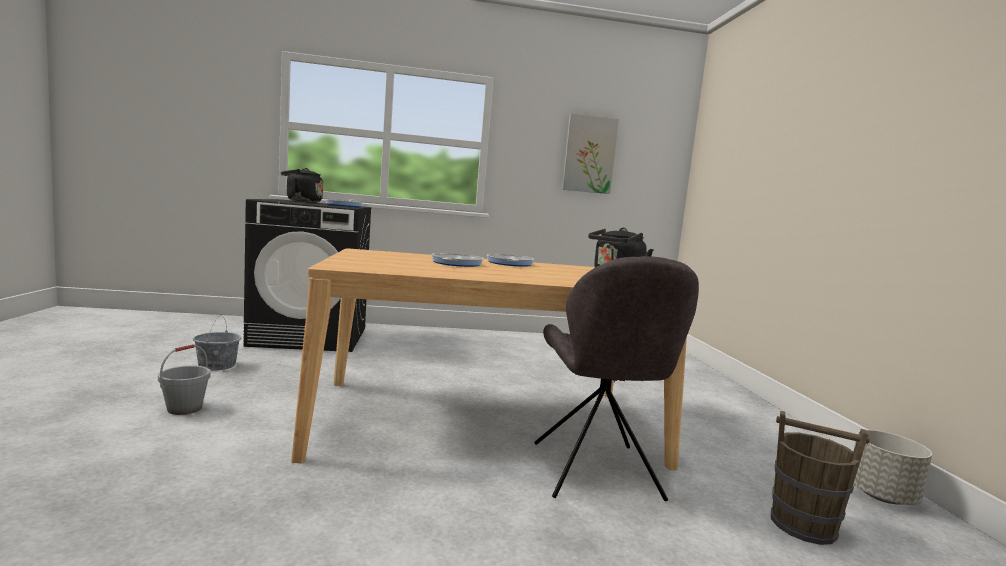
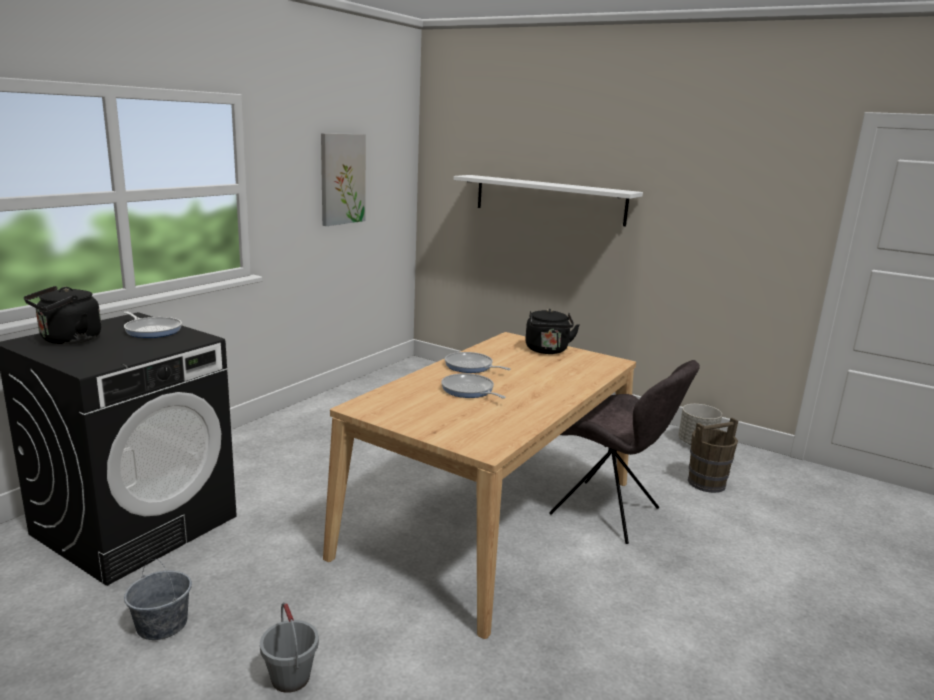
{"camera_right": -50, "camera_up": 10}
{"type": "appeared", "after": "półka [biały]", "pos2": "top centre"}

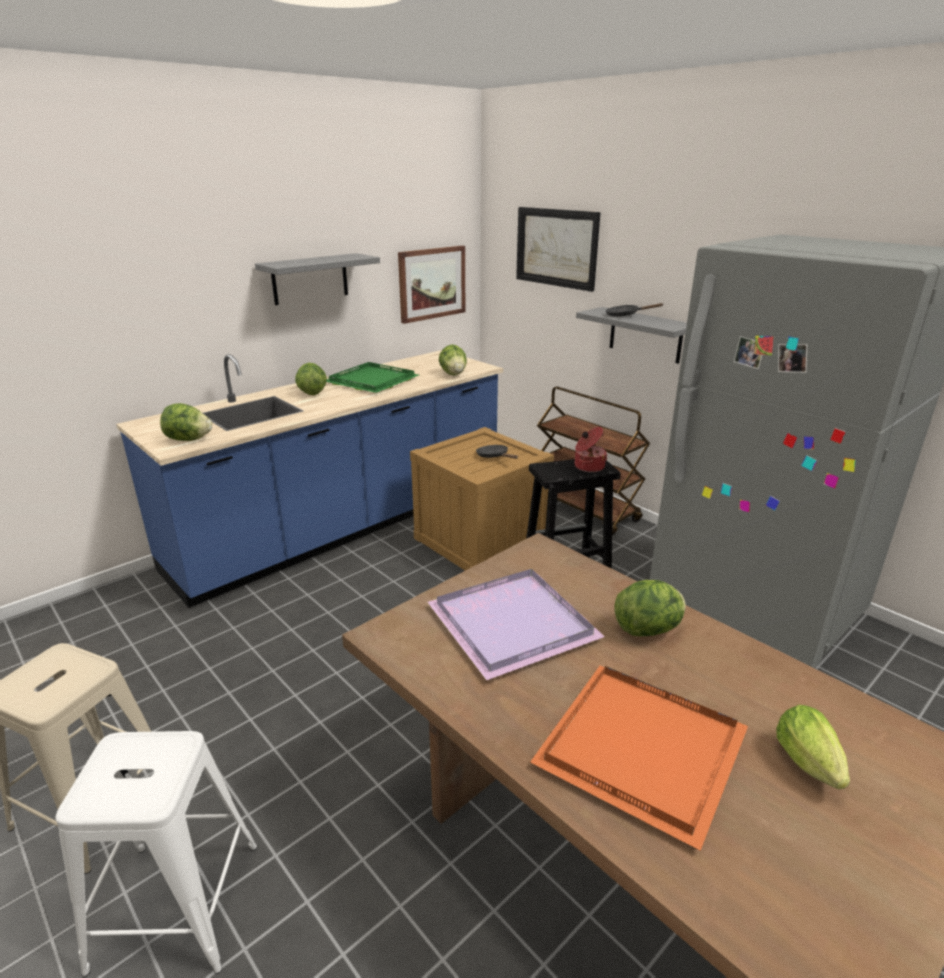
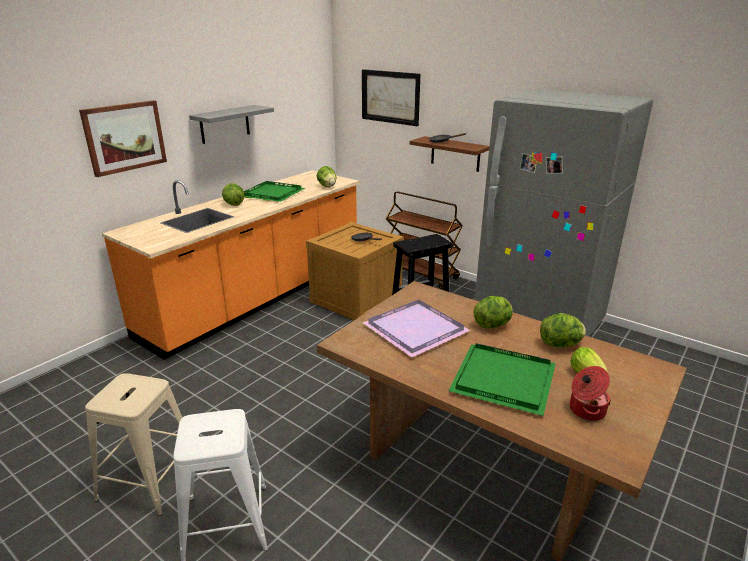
{"camera_right": -10, "camera_up": 0}
{"type": "relocated", "before": "obraz (no. 1 from left)", "pos1": "top centre", "pos2": "top left"}
{"type": "colour", "before": "półka [szary] (no. 2 from left)", "after": "półka [brązowy]", "pos1": "middle right", "pos2": "top centre"}
{"type": "colour", "before": "zabudowa kuchenna [niebieski]", "after": "zabudowa kuchenna [pomarańczowy]", "pos1": "middle left", "pos2": "middle left"}
{"type": "relocated", "before": "sałata (no. 1 from left in the first image)", "after": "sałata (no. 4 from left)", "pos1": "middle left", "pos2": "middle right"}
{"type": "relocated", "before": "garnek", "pos1": "centre", "pos2": "bottom right"}
{"type": "colour", "before": "taca [pomarańczowy]", "after": "taca [zielony] (no. 2 from left)", "pos1": "bottom right", "pos2": "bottom right"}

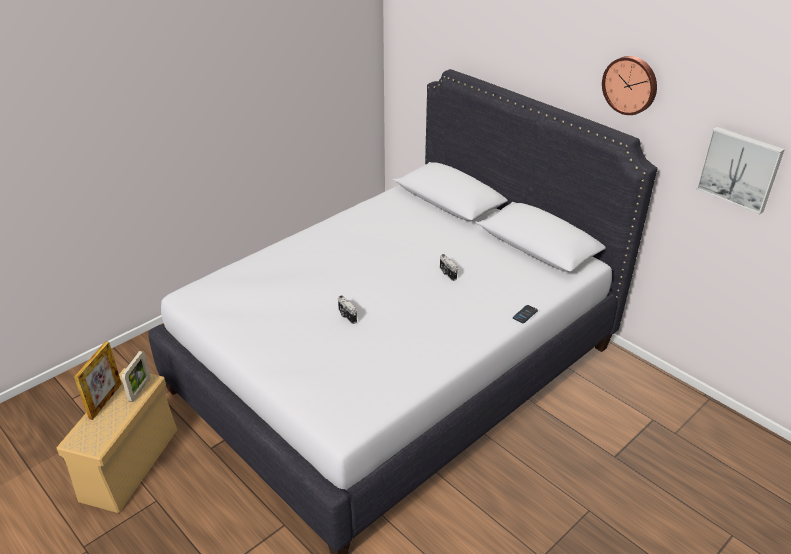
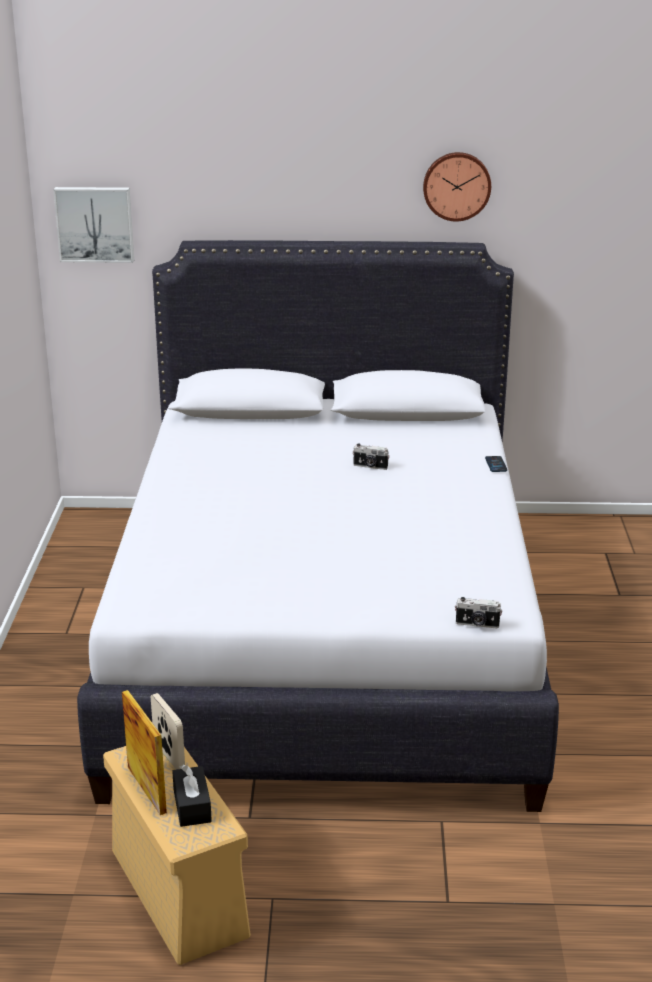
{"camera_right": -45, "camera_up": -10}
{"type": "relocated", "before": "obraz", "pos1": "top right", "pos2": "top left"}
{"type": "relocated", "before": "aparat fotograficzny (no. 1 from left in the first image)", "after": "aparat fotograficzny (no. 2 from left)", "pos1": "centre", "pos2": "middle right"}
{"type": "appeared", "after": "pudełko chusteczek [czarny]", "pos2": "bottom left"}

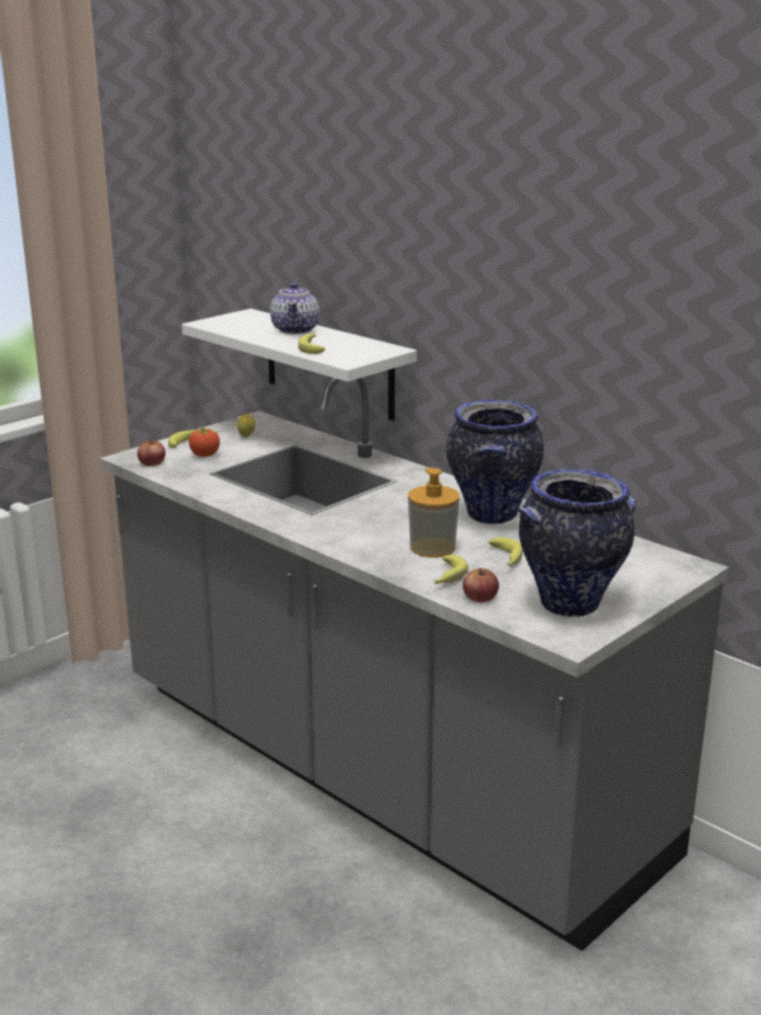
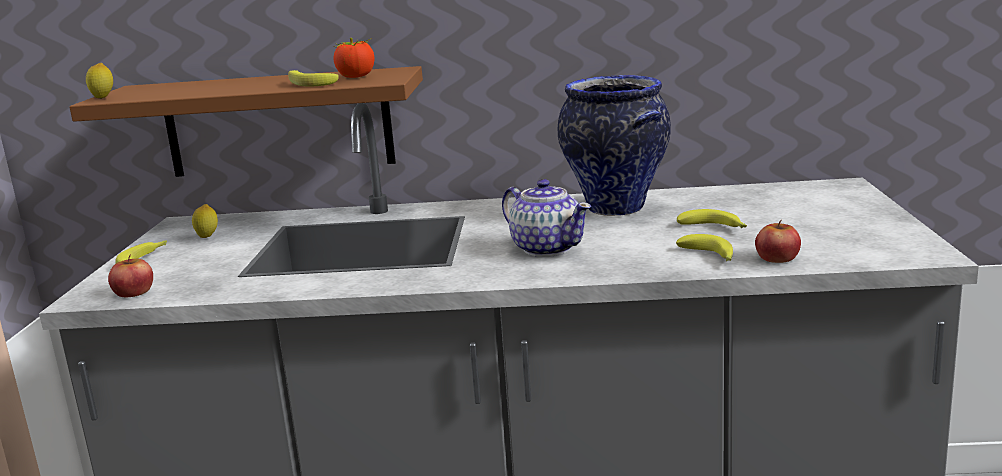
{"camera_right": -40, "camera_up": -5}
{"type": "relocated", "before": "imbryk", "pos1": "top centre", "pos2": "centre"}
{"type": "colour", "before": "półka [biały]", "after": "półka [brązowy]", "pos1": "centre", "pos2": "top left"}
{"type": "relocated", "before": "pomidor", "pos1": "middle left", "pos2": "top centre"}
{"type": "missing", "before": "dozownik mydła", "pos1": "centre"}
{"type": "missing", "before": "wazon (no. 2 from left)", "pos1": "middle right"}
{"type": "appeared", "after": "cytryna (no. 1 from left)", "pos2": "top left"}

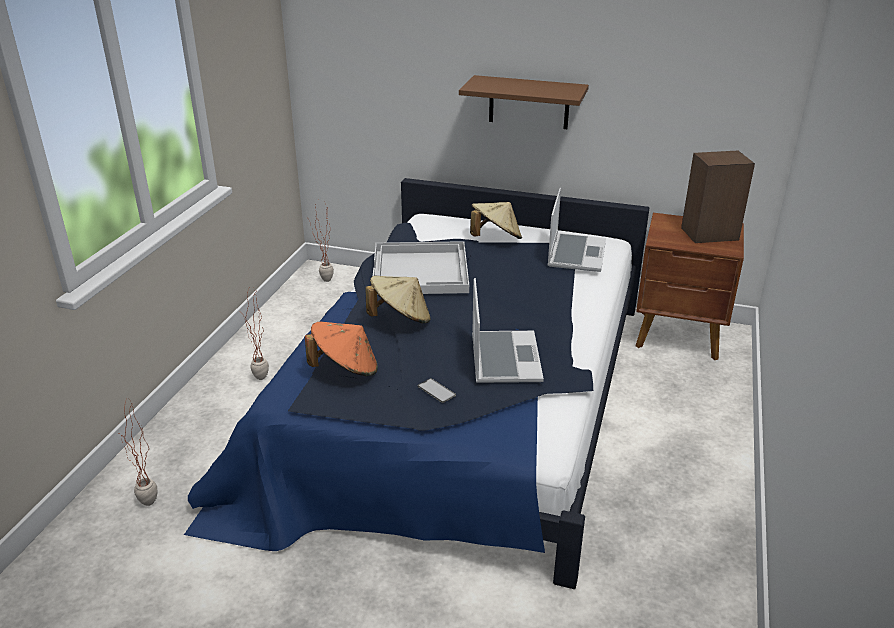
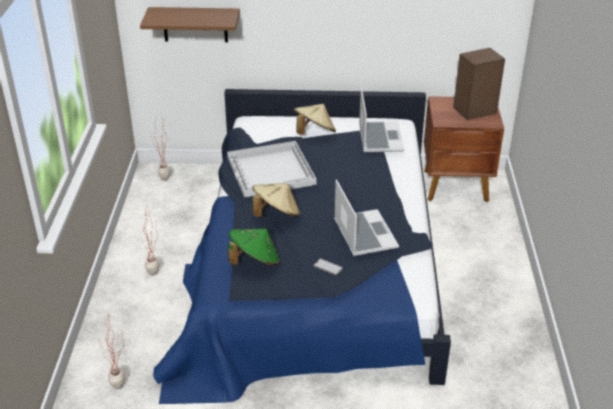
{"camera_right": -15, "camera_up": 5}
{"type": "relocated", "before": "półka [brązowy]", "pos1": "top centre", "pos2": "top left"}
{"type": "colour", "before": "kapelusz [pomarańczowy]", "after": "kapelusz [zielony]", "pos1": "centre", "pos2": "centre"}

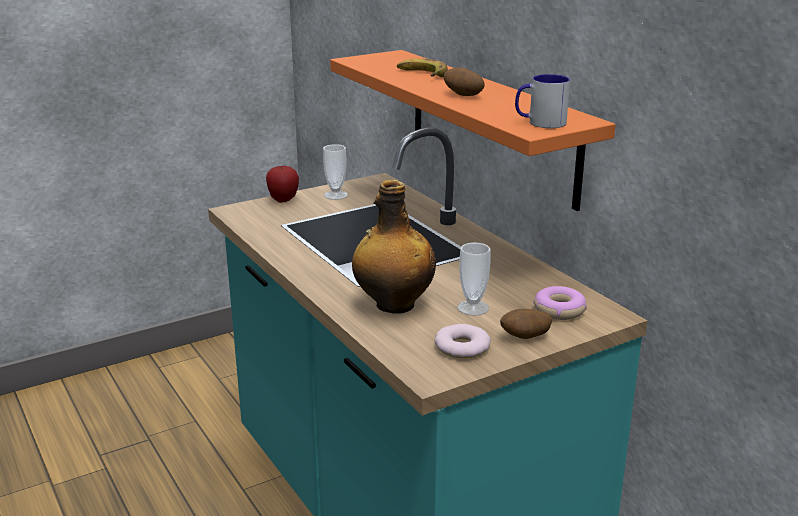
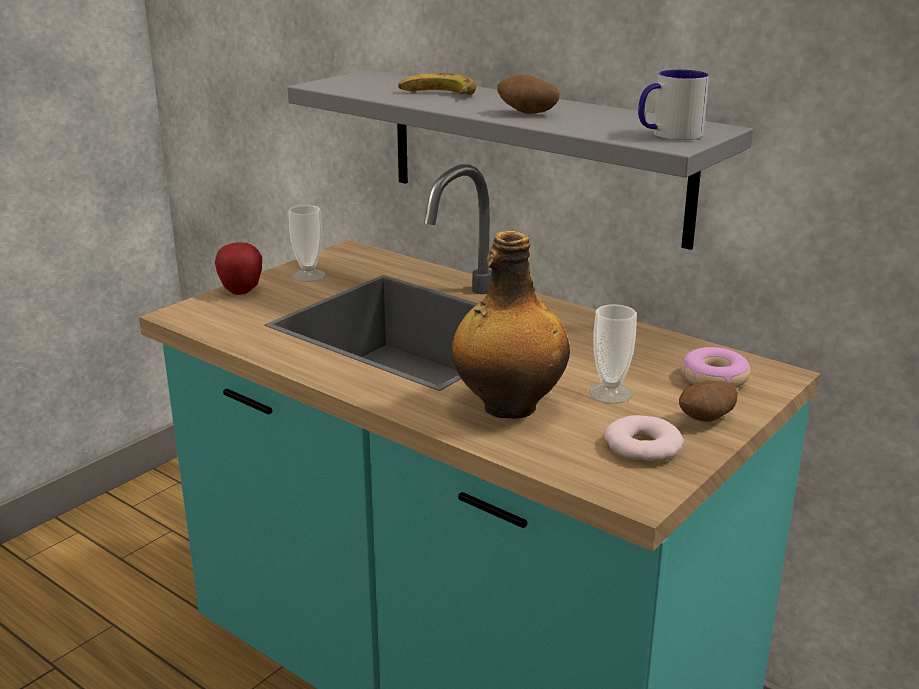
{"camera_right": -20, "camera_up": 0}
{"type": "colour", "before": "półka [pomarańczowy]", "after": "półka [szary]", "pos1": "top centre", "pos2": "top centre"}

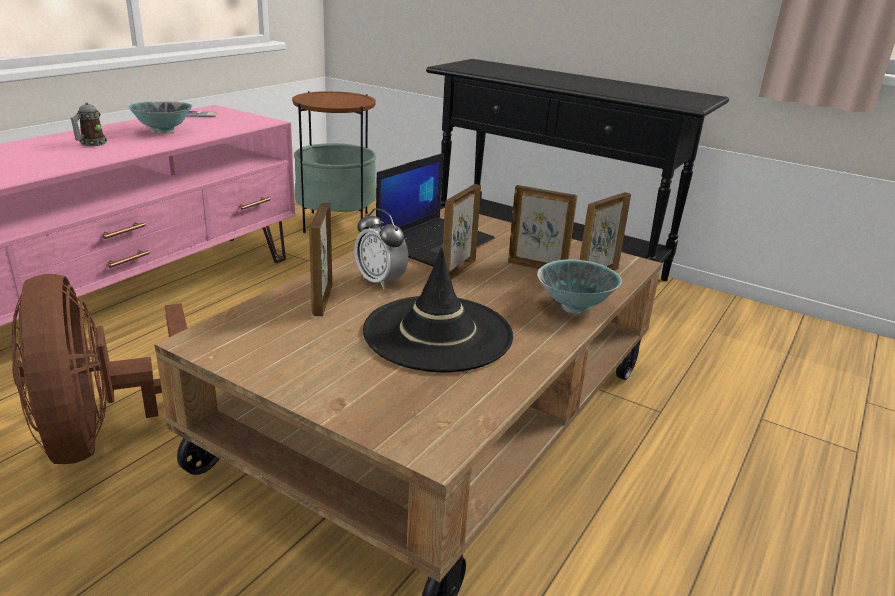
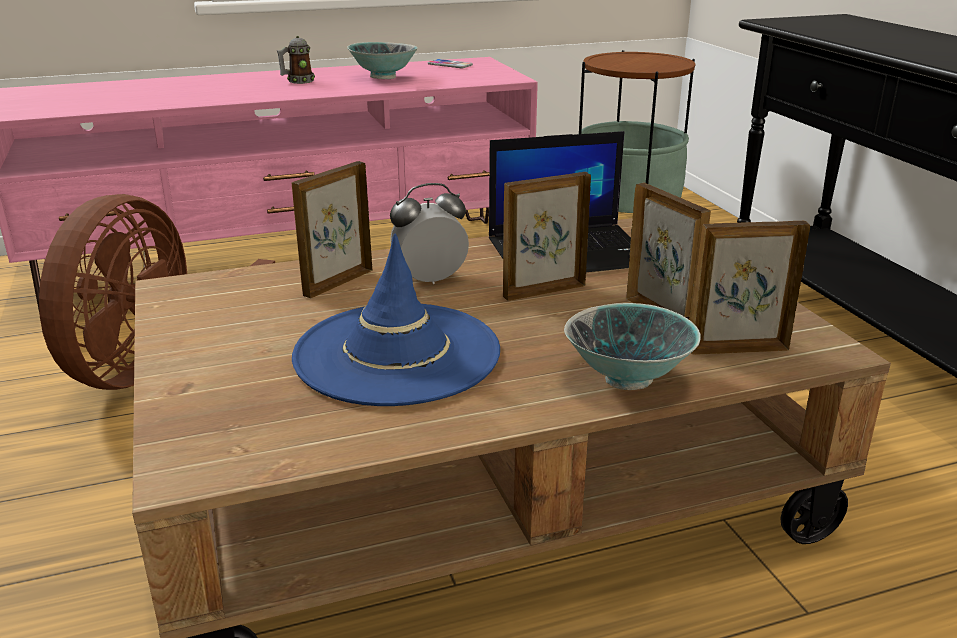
{"camera_right": 40, "camera_up": 0}
{"type": "spun", "before": "budzik", "pos1": "centre", "pos2": "centre", "turn": 75}
{"type": "colour", "before": "kapelusz [czarny]", "after": "kapelusz [niebieski]", "pos1": "centre", "pos2": "centre"}

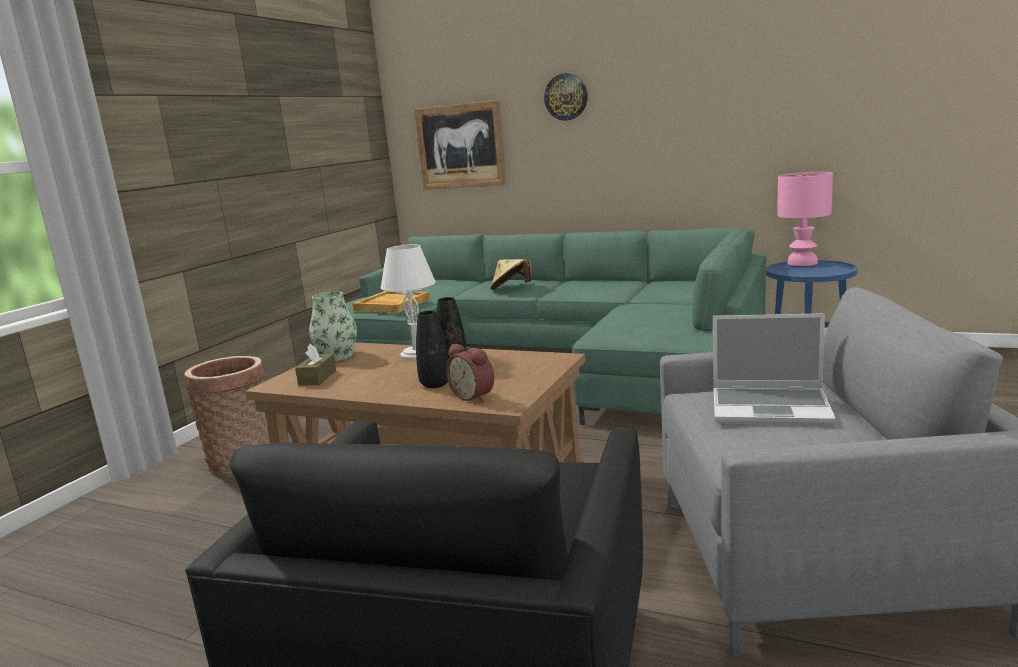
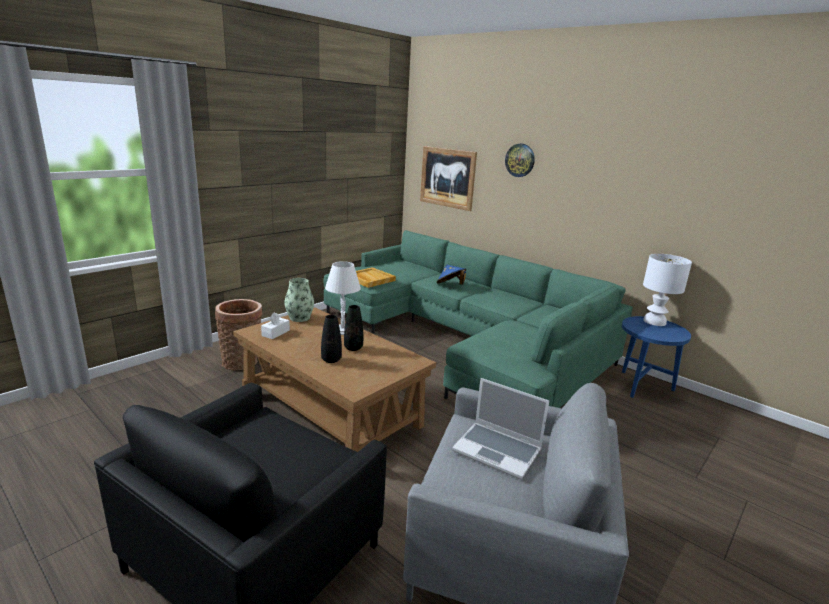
{"camera_right": 15, "camera_up": 5}
{"type": "colour", "before": "lampa stołowa [różowy]", "after": "lampa stołowa [biały] (no. 2 from left)", "pos1": "top right", "pos2": "middle right"}
{"type": "colour", "before": "kapelusz [beżowy]", "after": "kapelusz [niebieski]", "pos1": "centre", "pos2": "centre"}
{"type": "colour", "before": "pudełko chusteczek [brązowy]", "after": "pudełko chusteczek [biały]", "pos1": "middle left", "pos2": "middle left"}
{"type": "missing", "before": "budzik", "pos1": "centre"}

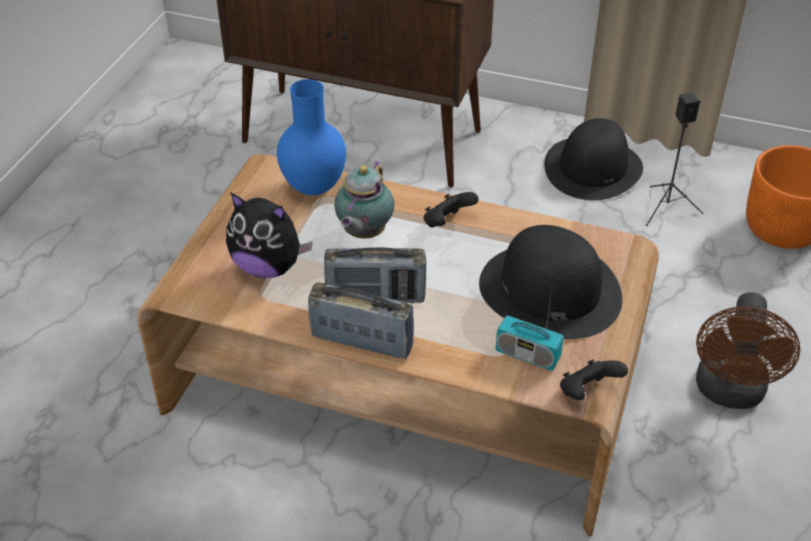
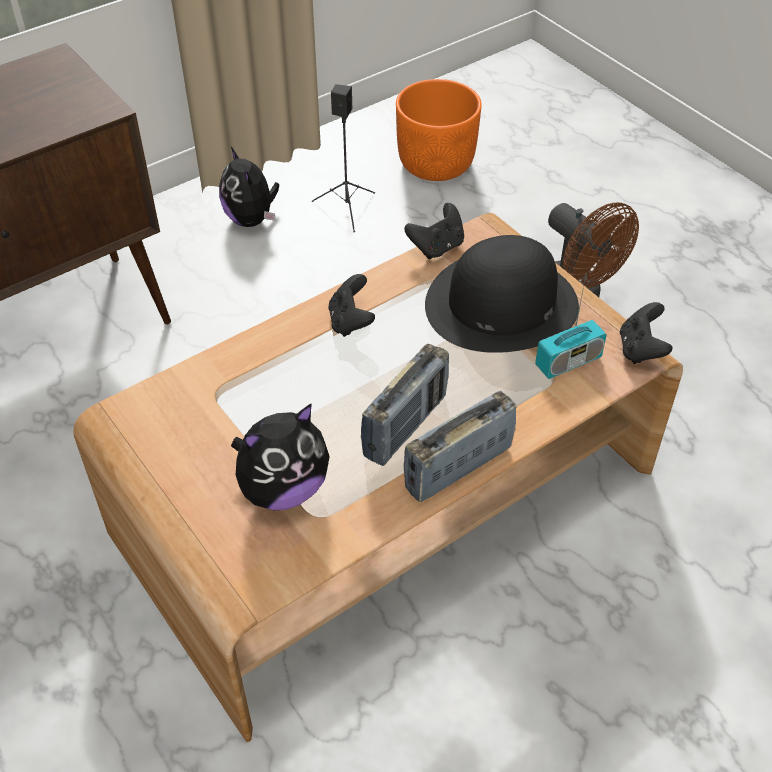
{"camera_right": -55, "camera_up": 5}
{"type": "missing", "before": "wazon [niebieski]", "pos1": "top centre"}
{"type": "exchanged", "before": "kapelusz [czarny] (no. 2 from left)", "after": "pluszak (no. 1 from left)", "pos1": "top right", "pos2": "top left"}
{"type": "missing", "before": "imbryk", "pos1": "centre"}
{"type": "appeared", "after": "pad do gier [czarny] (no. 2 from left)", "pos2": "top centre"}

